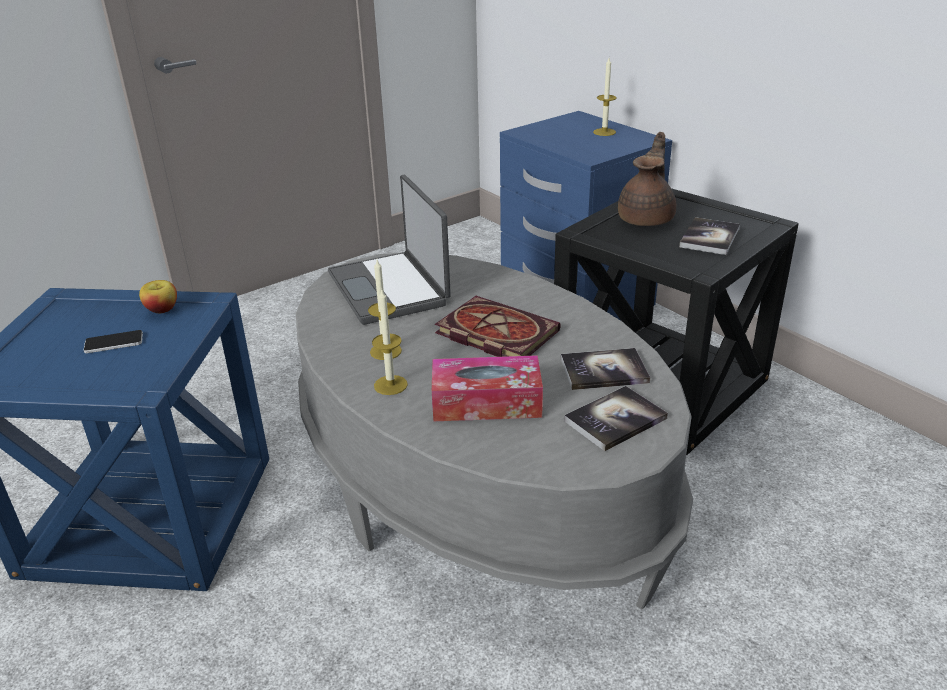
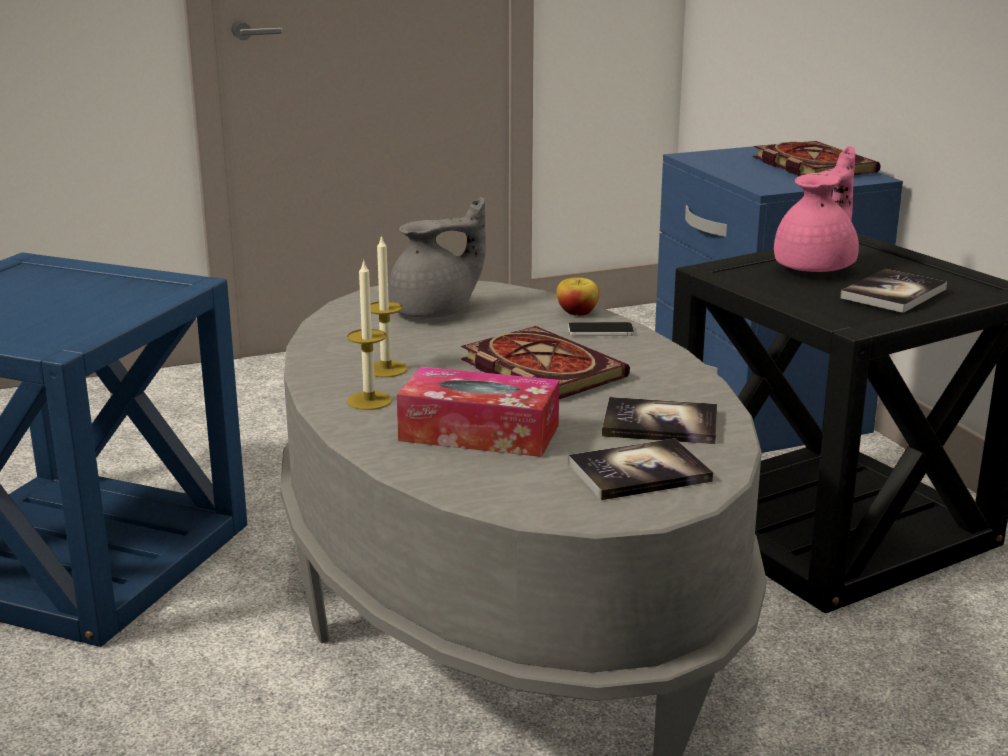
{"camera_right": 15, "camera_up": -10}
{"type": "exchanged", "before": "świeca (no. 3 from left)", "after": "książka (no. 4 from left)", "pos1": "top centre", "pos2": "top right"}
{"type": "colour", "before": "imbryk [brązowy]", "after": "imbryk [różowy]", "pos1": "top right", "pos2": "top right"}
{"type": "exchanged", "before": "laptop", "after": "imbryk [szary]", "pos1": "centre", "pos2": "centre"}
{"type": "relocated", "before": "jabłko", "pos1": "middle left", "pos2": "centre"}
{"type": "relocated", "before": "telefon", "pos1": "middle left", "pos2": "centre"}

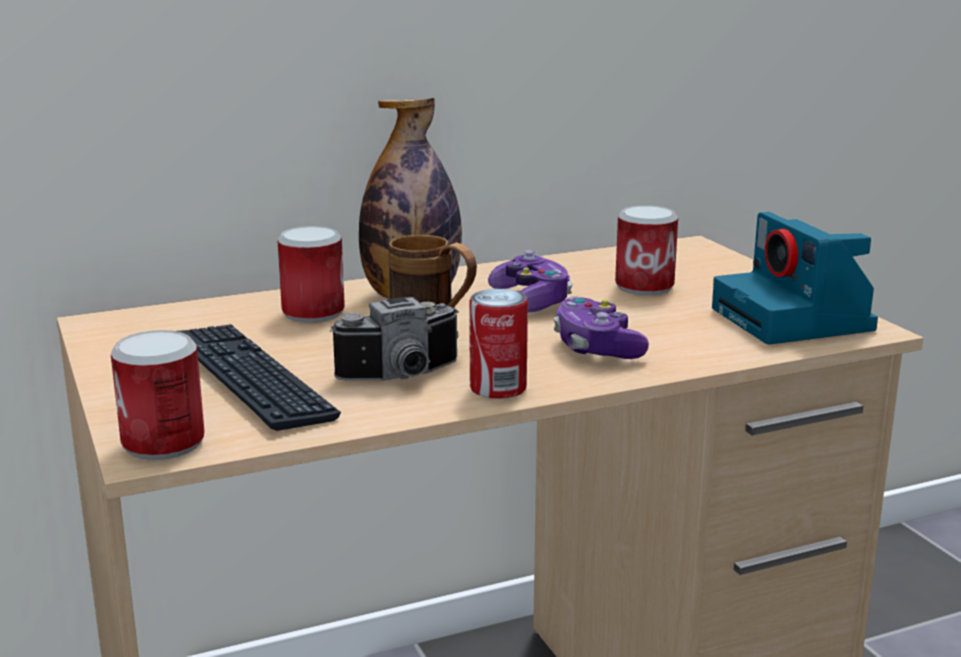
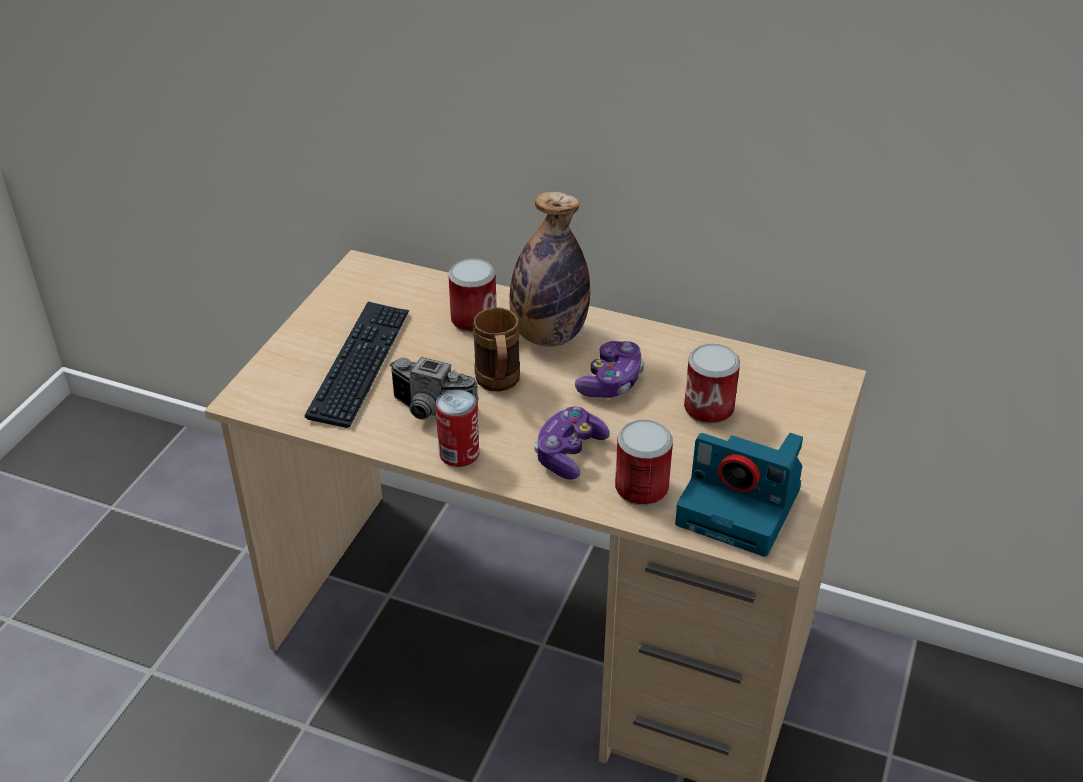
{"camera_right": 45, "camera_up": 20}
{"type": "spun", "before": "aparat fotograficzny (no. 2 from left)", "pos1": "middle right", "pos2": "middle right", "turn": -90}
{"type": "relocated", "before": "puszka (no. 1 from left in the first image)", "after": "puszka (no. 3 from left)", "pos1": "middle left", "pos2": "centre"}

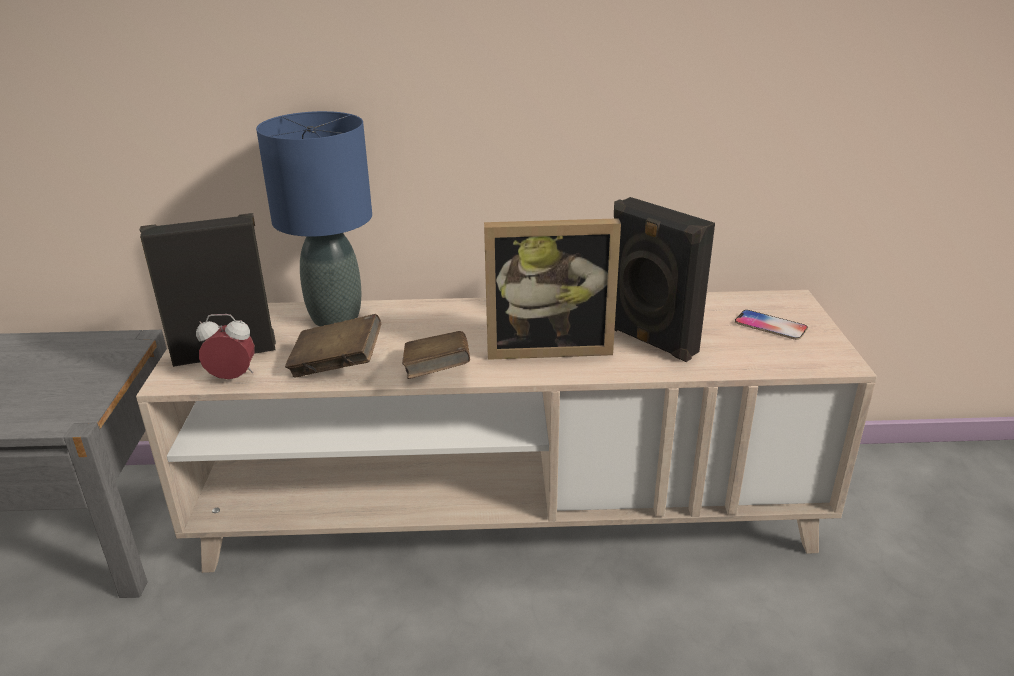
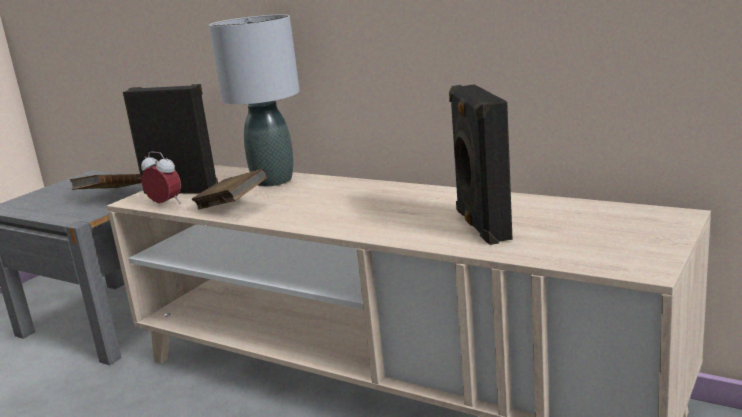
{"camera_right": 35, "camera_up": -10}
{"type": "colour", "before": "lampa stołowa [niebieski]", "after": "lampa stołowa [szary]", "pos1": "top left", "pos2": "top centre"}
{"type": "missing", "before": "ramka na zdjęcie", "pos1": "centre"}
{"type": "missing", "before": "telefon", "pos1": "middle right"}
{"type": "relocated", "before": "książka [brązowy] (no. 2 from left in the first image)", "after": "książka [brązowy] (no. 1 from left)", "pos1": "centre", "pos2": "middle left"}

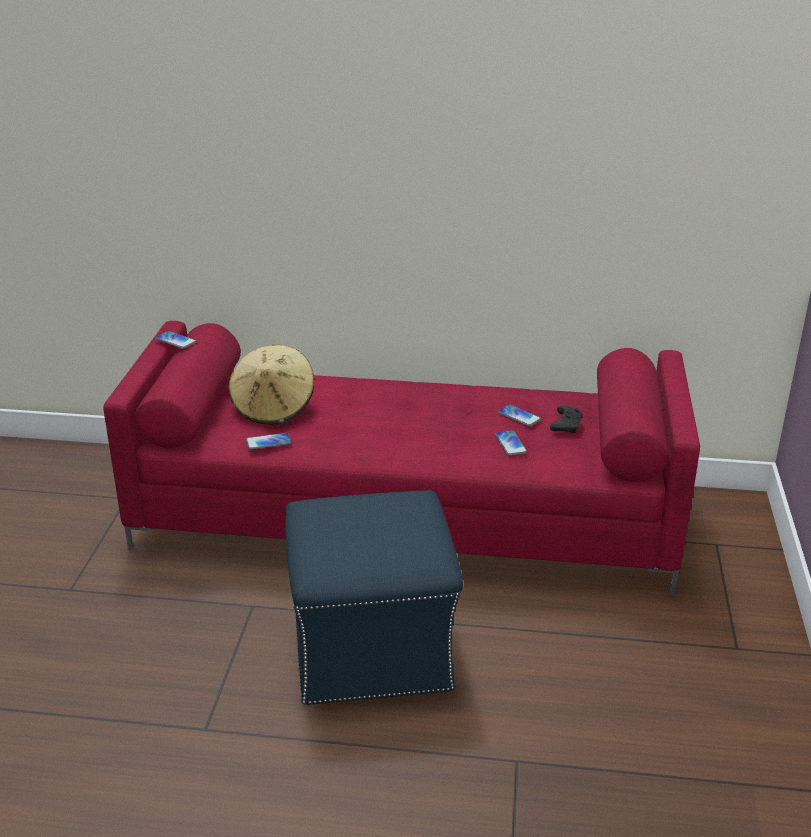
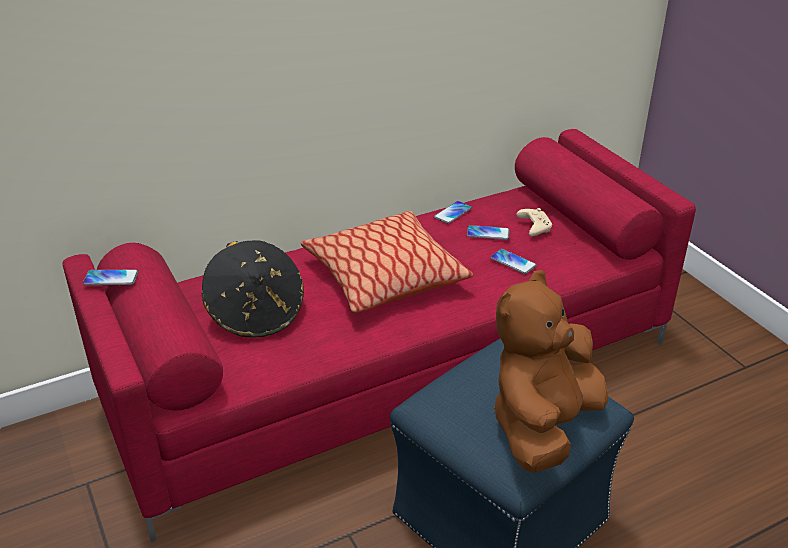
{"camera_right": -35, "camera_up": 5}
{"type": "colour", "before": "kapelusz [beżowy]", "after": "kapelusz [czarny]", "pos1": "centre", "pos2": "middle left"}
{"type": "colour", "before": "pad do gier [czarny]", "after": "pad do gier [beżowy]", "pos1": "middle right", "pos2": "middle right"}
{"type": "relocated", "before": "telefon (no. 2 from left)", "pos1": "middle left", "pos2": "centre"}
{"type": "appeared", "after": "poduszka", "pos2": "centre"}
{"type": "appeared", "after": "pluszak [brązowy]", "pos2": "bottom right"}

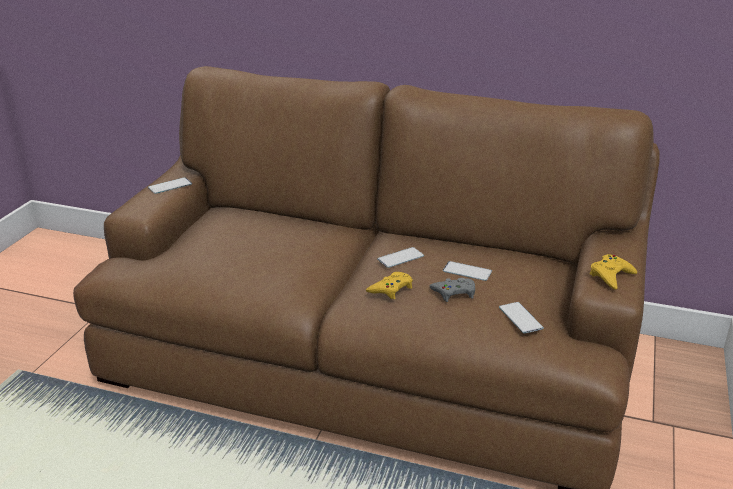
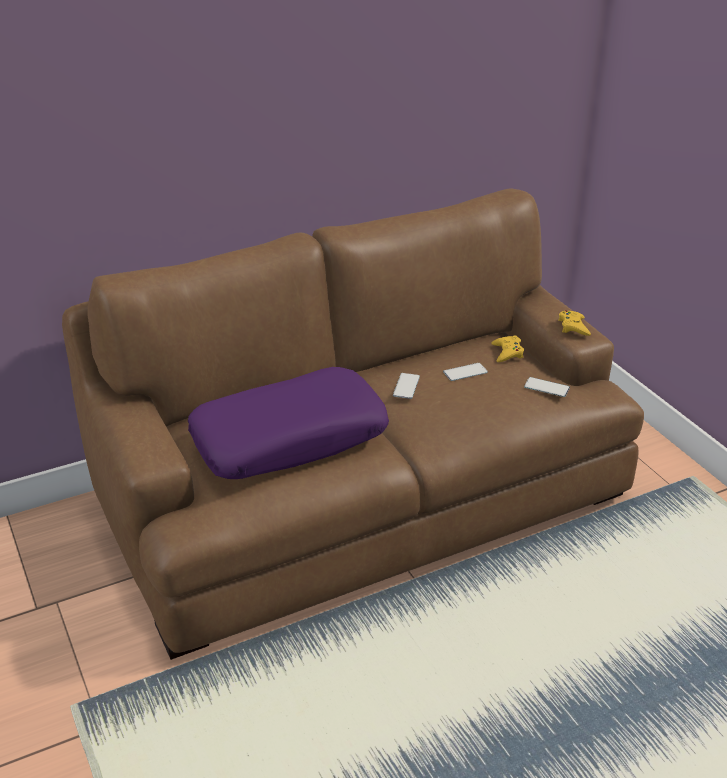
{"camera_right": -45, "camera_up": 5}
{"type": "missing", "before": "telefon (no. 1 from left)", "pos1": "middle left"}
{"type": "relocated", "before": "pad do gier [żółty] (no. 1 from left)", "pos1": "centre", "pos2": "middle right"}
{"type": "missing", "before": "pad do gier [szary]", "pos1": "centre"}
{"type": "appeared", "after": "poduszka [fioletowy]", "pos2": "centre"}

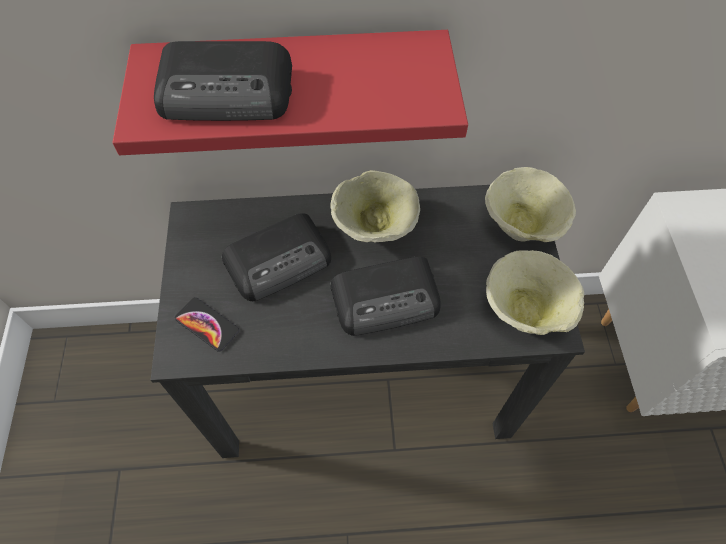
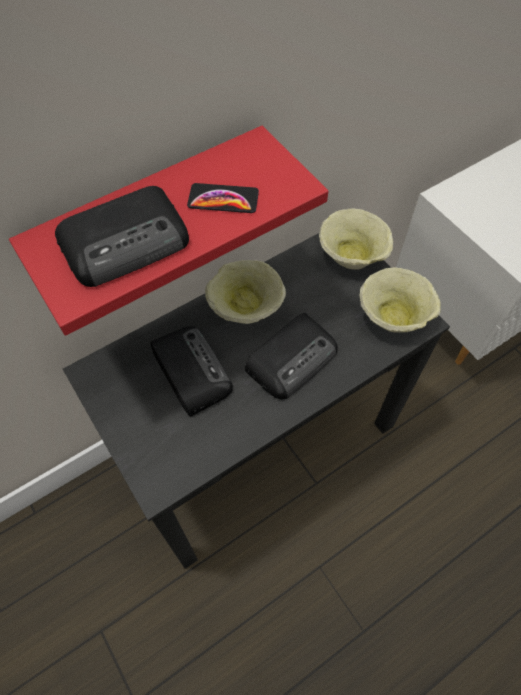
{"camera_right": -30, "camera_up": 0}
{"type": "spun", "before": "radio (no. 2 from left)", "pos1": "centre", "pos2": "centre", "turn": -60}
{"type": "relocated", "before": "telefon", "pos1": "middle left", "pos2": "top centre"}

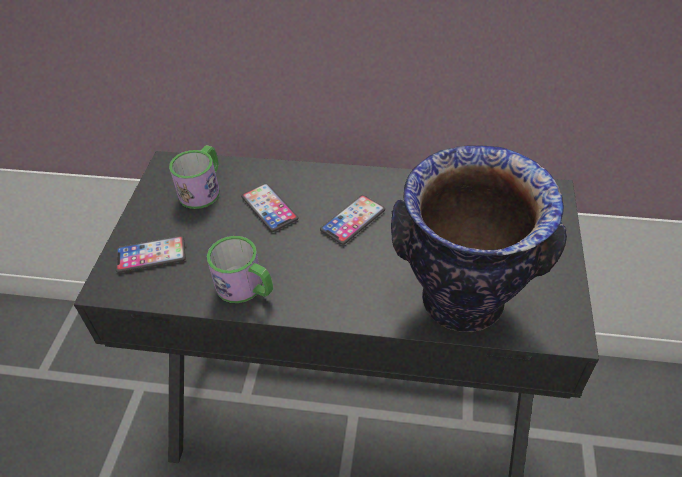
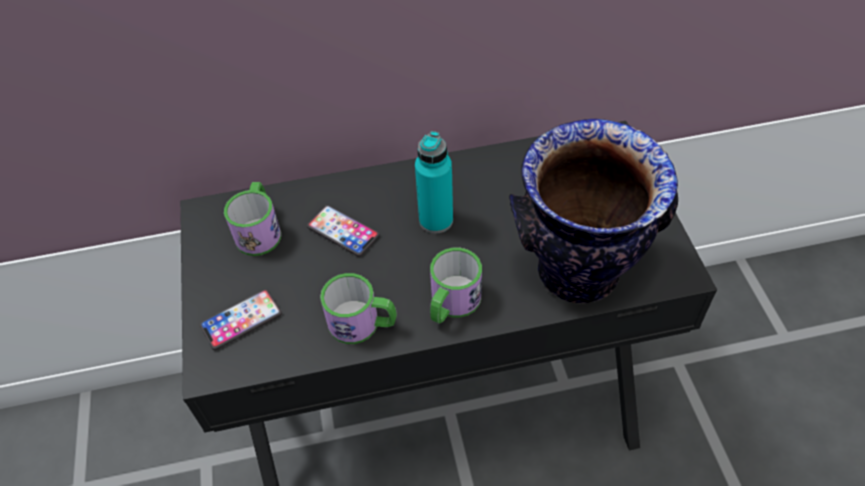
{"camera_right": -20, "camera_up": 5}
{"type": "exchanged", "before": "telefon (no. 3 from left)", "after": "butelka [turkusowy]", "pos1": "centre", "pos2": "centre"}
{"type": "appeared", "after": "kubek (no. 3 from left)", "pos2": "centre"}

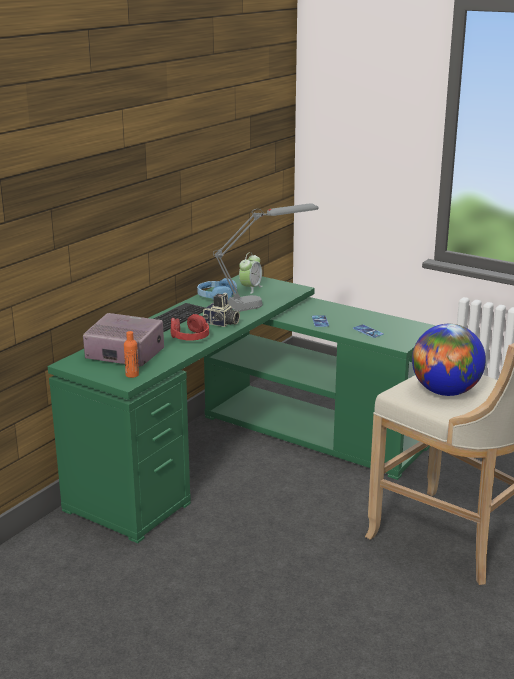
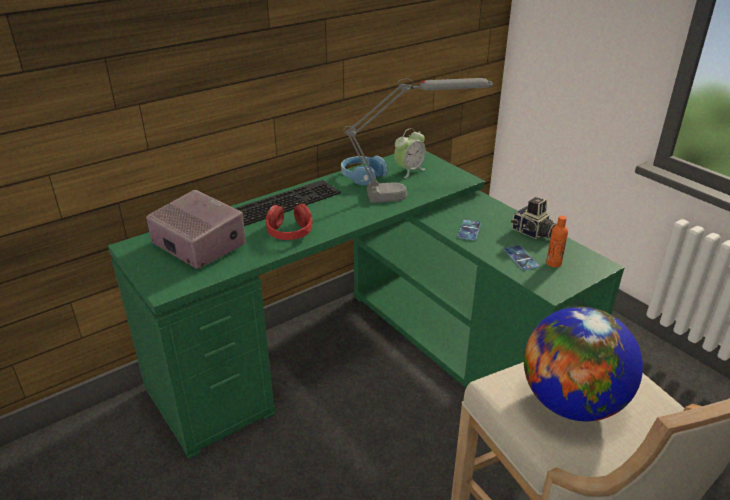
{"camera_right": 20, "camera_up": 10}
{"type": "relocated", "before": "aparat fotograficzny", "pos1": "centre", "pos2": "middle right"}
{"type": "relocated", "before": "butelka [pomarańczowy]", "pos1": "middle left", "pos2": "middle right"}

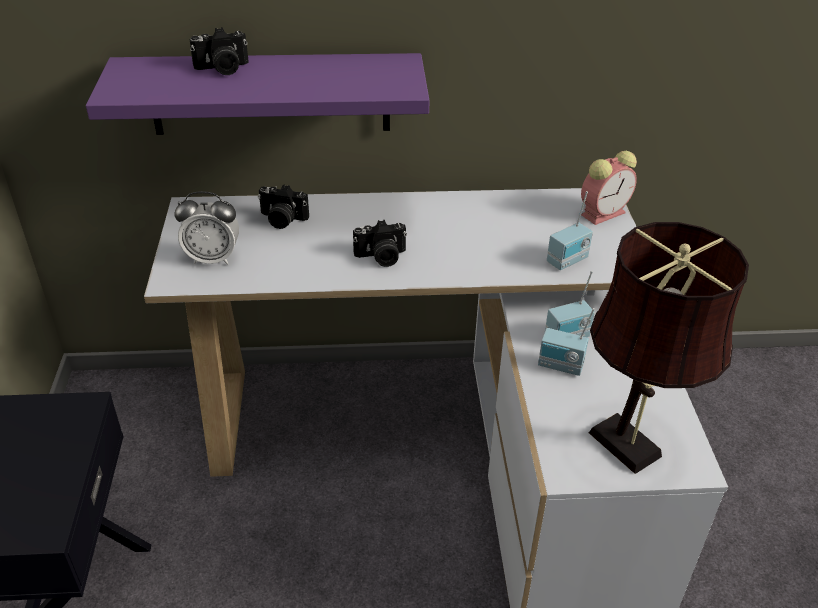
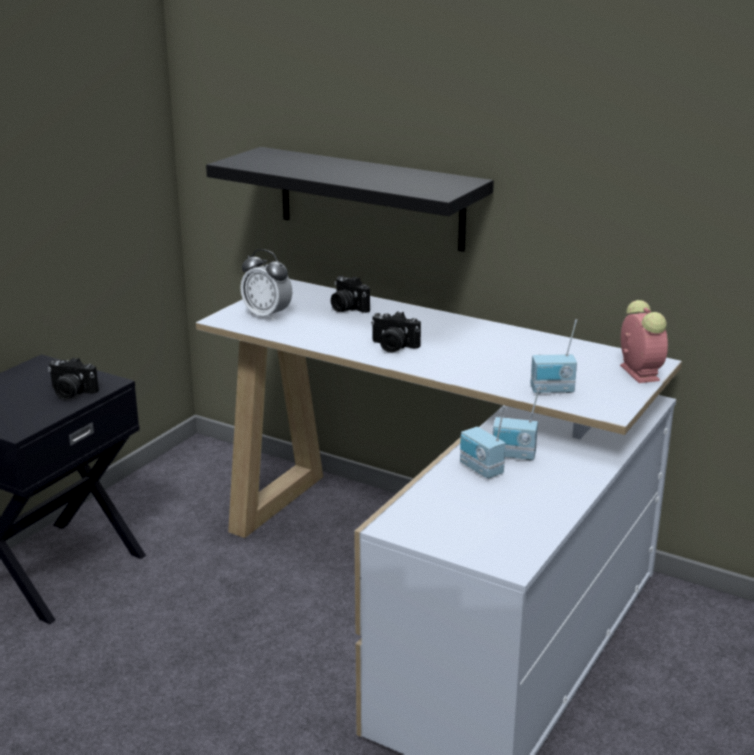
{"camera_right": 35, "camera_up": -15}
{"type": "relocated", "before": "aparat fotograficzny (no. 1 from left)", "pos1": "top left", "pos2": "middle left"}
{"type": "colour", "before": "półka [fioletowy]", "after": "półka [czarny]", "pos1": "top left", "pos2": "top centre"}
{"type": "spun", "before": "budzik (no. 2 from left)", "pos1": "top right", "pos2": "middle right", "turn": -105}
{"type": "missing", "before": "lampa stołowa [brązowy]", "pos1": "middle right"}

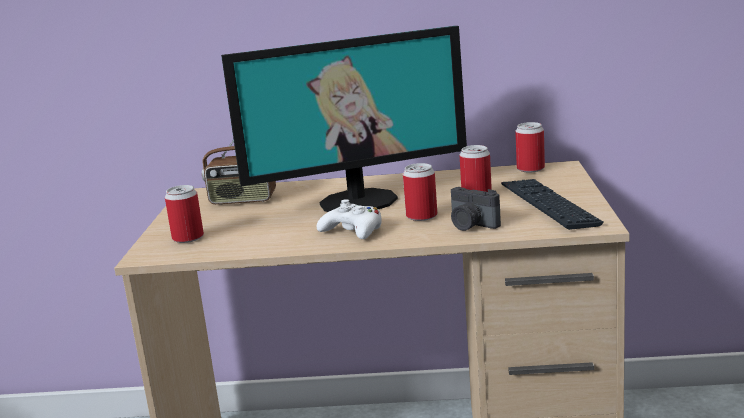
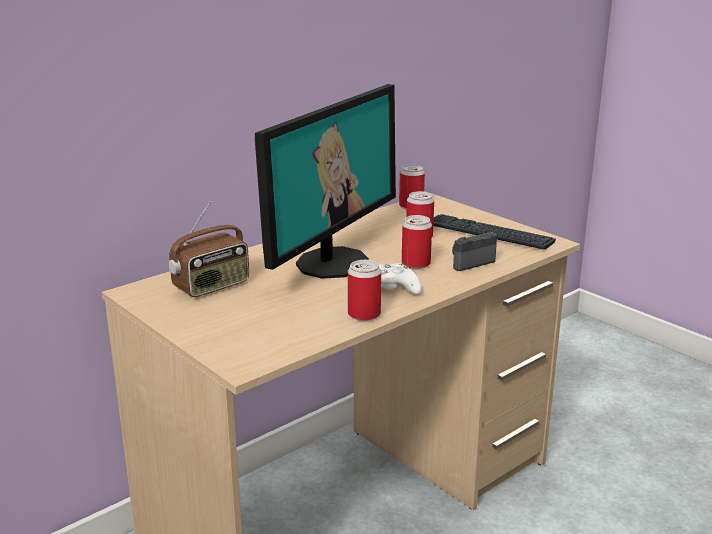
{"camera_right": -45, "camera_up": 5}
{"type": "relocated", "before": "puszka (no. 1 from left)", "pos1": "middle left", "pos2": "centre"}
{"type": "spun", "before": "aparat fotograficzny", "pos1": "centre", "pos2": "centre", "turn": 150}

